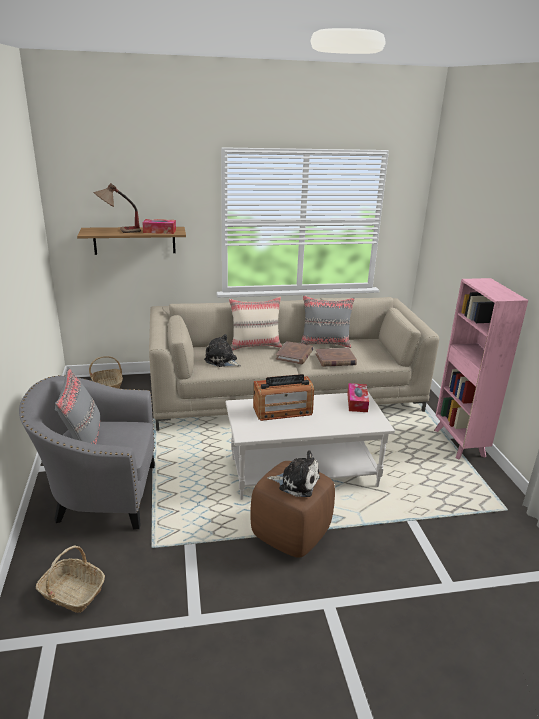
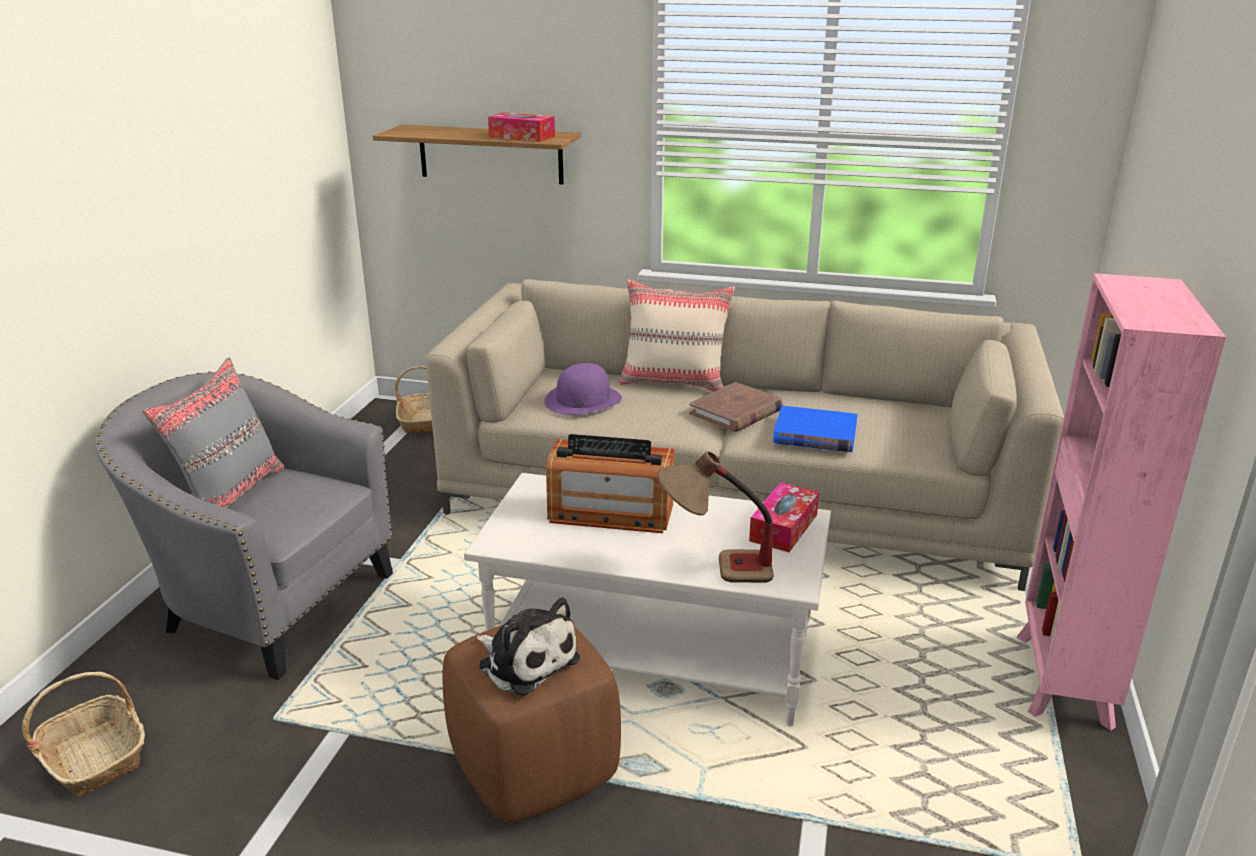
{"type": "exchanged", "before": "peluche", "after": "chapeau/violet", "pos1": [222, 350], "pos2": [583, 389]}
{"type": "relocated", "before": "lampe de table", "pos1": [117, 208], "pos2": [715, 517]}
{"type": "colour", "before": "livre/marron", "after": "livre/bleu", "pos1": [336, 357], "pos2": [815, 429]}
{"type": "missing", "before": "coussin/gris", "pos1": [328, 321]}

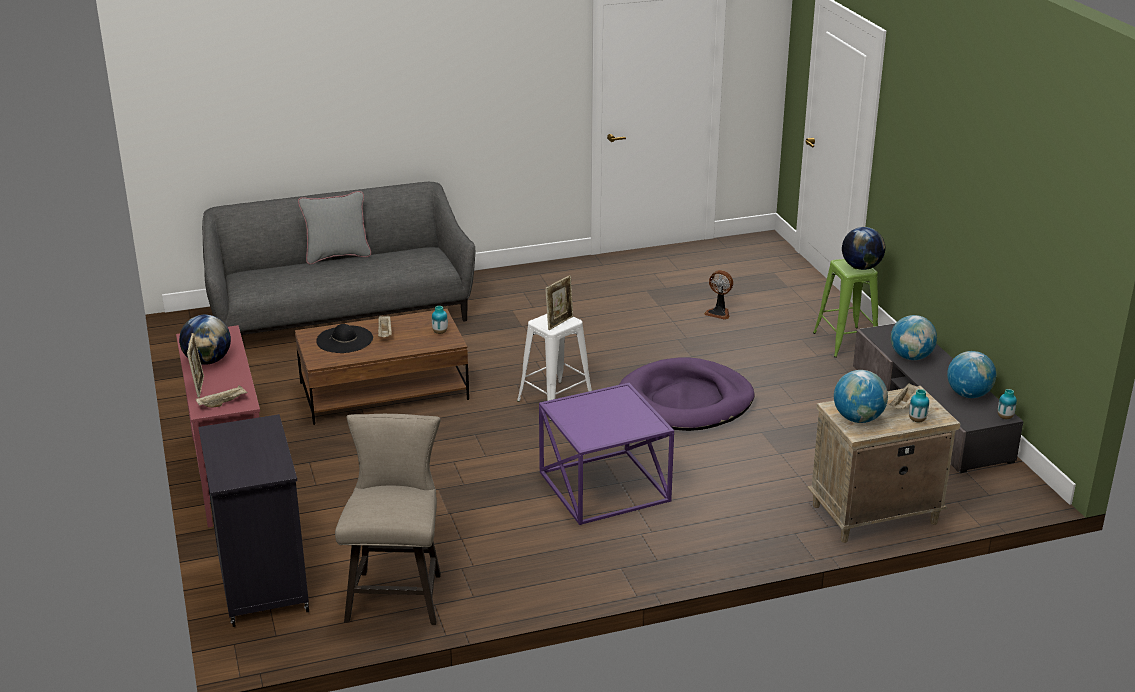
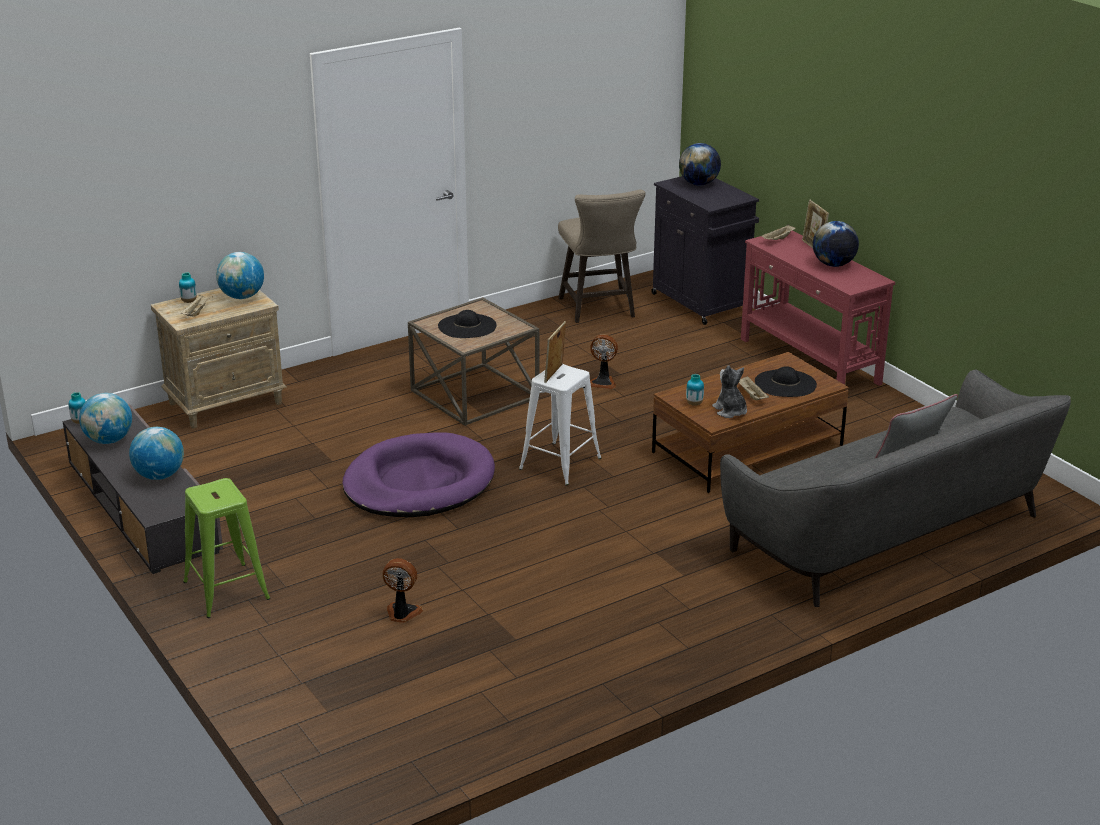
{"type": "colour", "before": "table d'appoint/violet", "after": "table d'appoint/marron", "pos1": [606, 454], "pos2": [474, 361]}
{"type": "appeared", "after": "chapeau/noir", "pos2": [467, 324]}
{"type": "appeared", "after": "ventilateur", "pos2": [604, 361]}
{"type": "relocated", "before": "globe", "pos1": [863, 248], "pos2": [700, 164]}
{"type": "appeared", "after": "peluche", "pos2": [729, 391]}

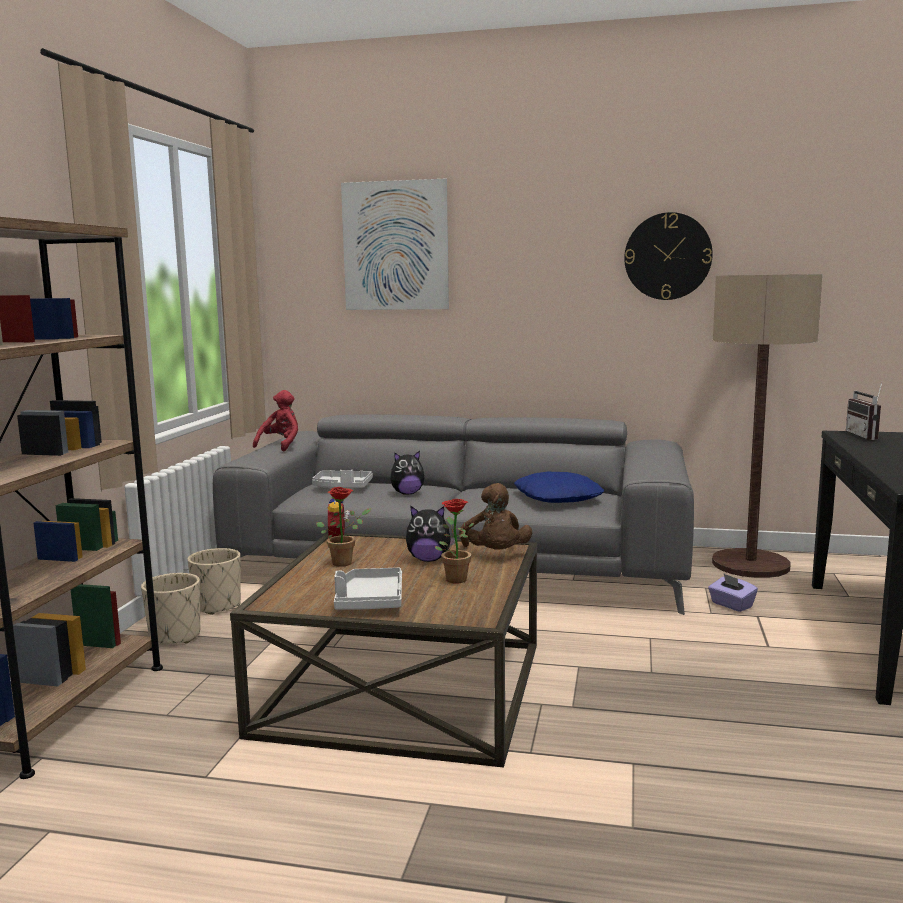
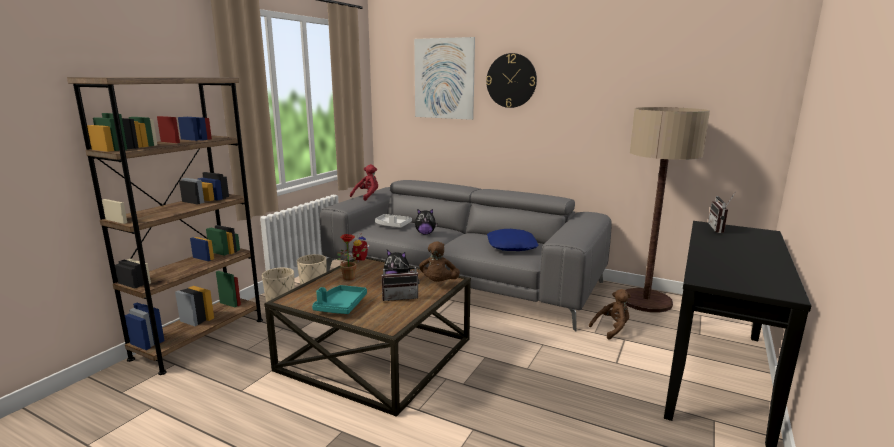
{"type": "colour", "before": "plateau/gris", "after": "plateau/turquoise", "pos1": [368, 589], "pos2": [339, 299]}
{"type": "exchanged", "before": "plante en pot", "after": "radio", "pos1": [454, 541], "pos2": [400, 278]}
{"type": "relocated", "before": "horloge murale", "pos1": [668, 256], "pos2": [511, 80]}
{"type": "exchanged", "before": "boîte à mouchoirs/violet", "after": "peluche/marron", "pos1": [733, 592], "pos2": [610, 314]}

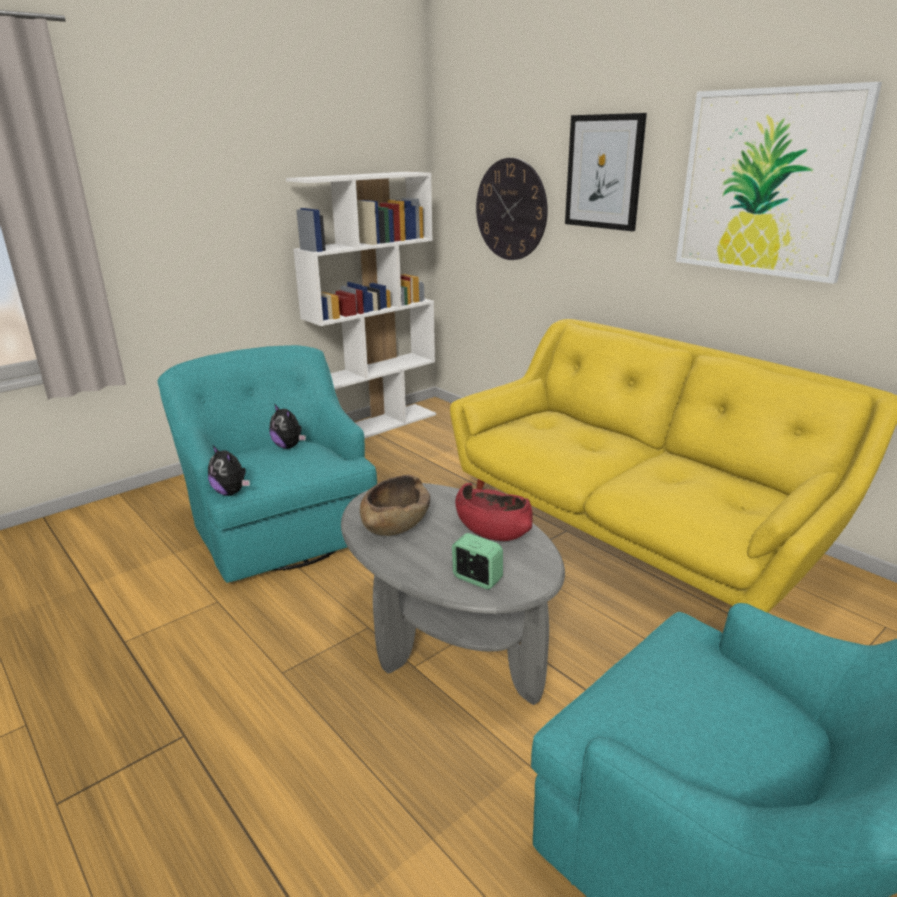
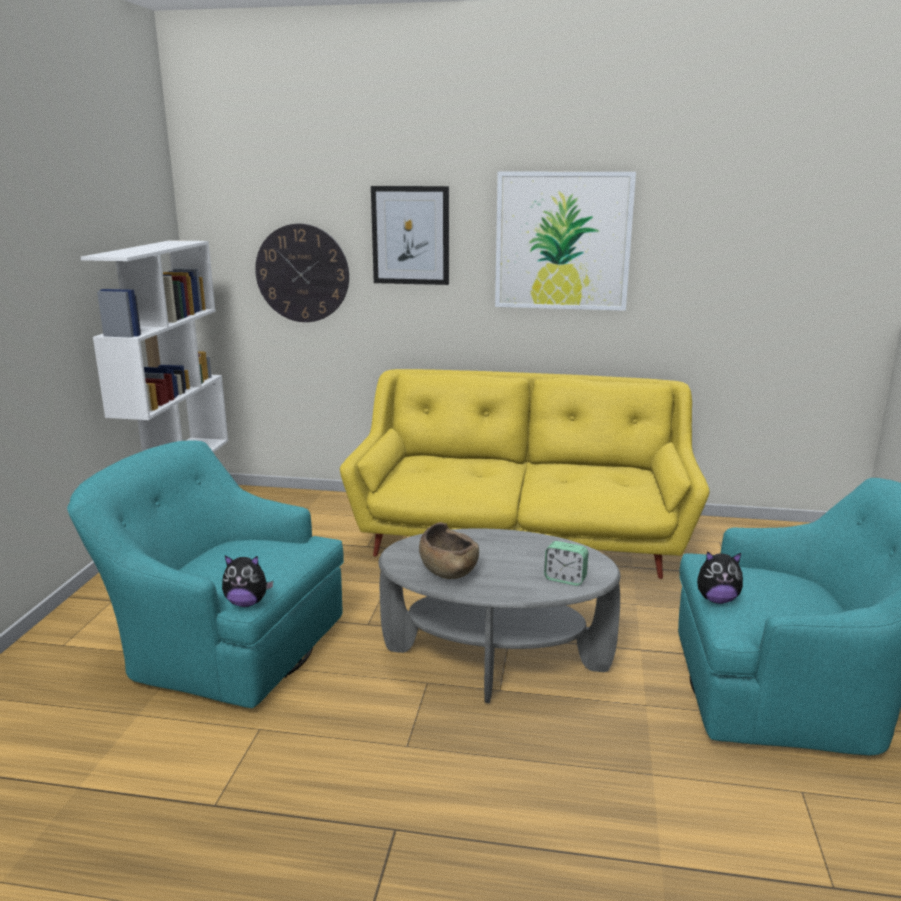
{"type": "spun", "before": "réveil", "pos1": [477, 561], "pos2": [566, 563], "turn": -150}
{"type": "relocated", "before": "peluche", "pos1": [288, 426], "pos2": [720, 577]}
{"type": "missing", "before": "bol/rouge", "pos1": [494, 512]}

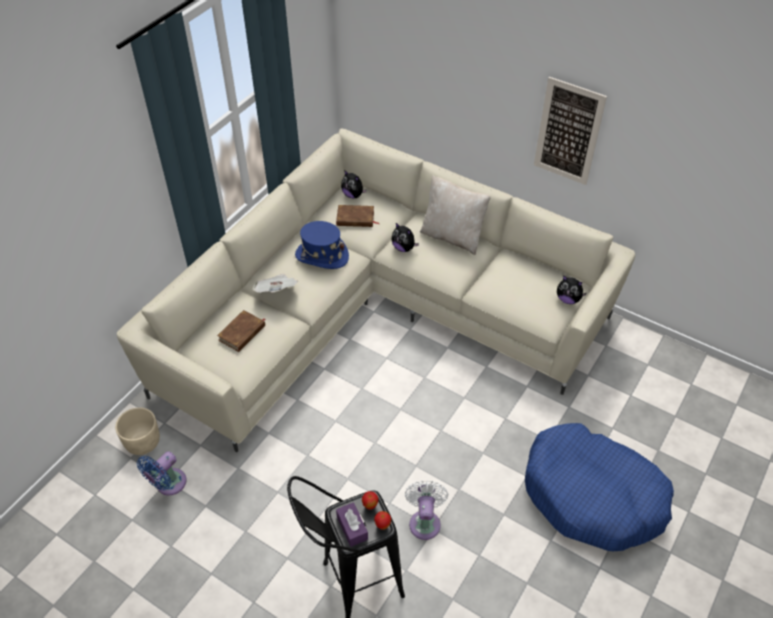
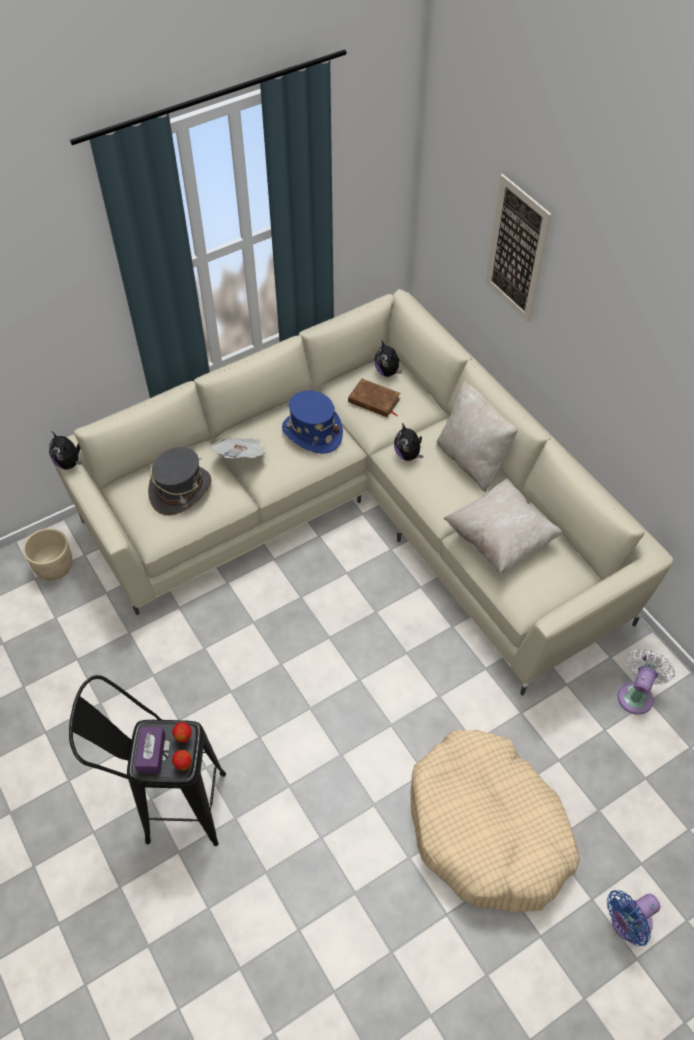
{"type": "relocated", "before": "peluche", "pos1": [571, 289], "pos2": [66, 450]}
{"type": "exchanged", "before": "livre/marron", "after": "chapeau/gris", "pos1": [241, 331], "pos2": [180, 481]}
{"type": "colour", "before": "panier pour chien/bleu", "after": "panier pour chien/beige", "pos1": [599, 487], "pos2": [495, 821]}
{"type": "appeared", "after": "coussin/beige", "pos2": [503, 527]}
{"type": "relocated", "before": "tableau", "pos1": [570, 131], "pos2": [518, 248]}
{"type": "relocated", "before": "ventilateur/bleu", "pos1": [162, 473], "pos2": [634, 918]}
{"type": "relocated", "before": "ventilateur/blanc", "pos1": [426, 510], "pos2": [646, 682]}

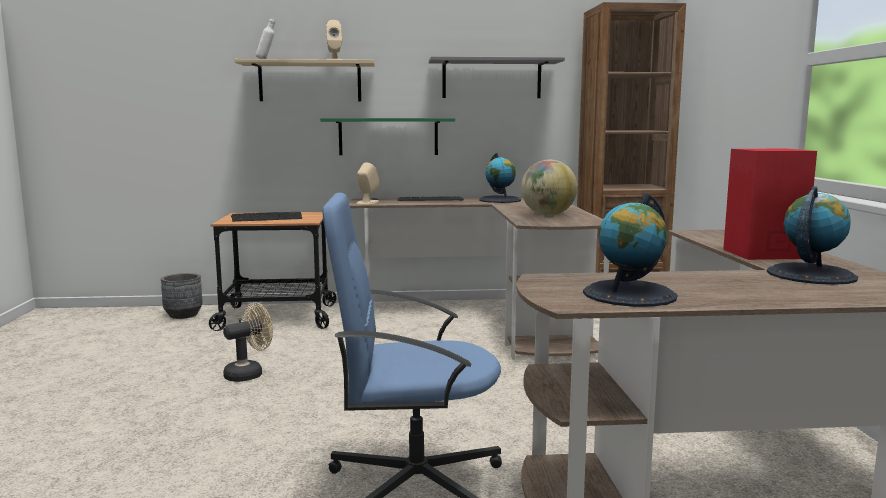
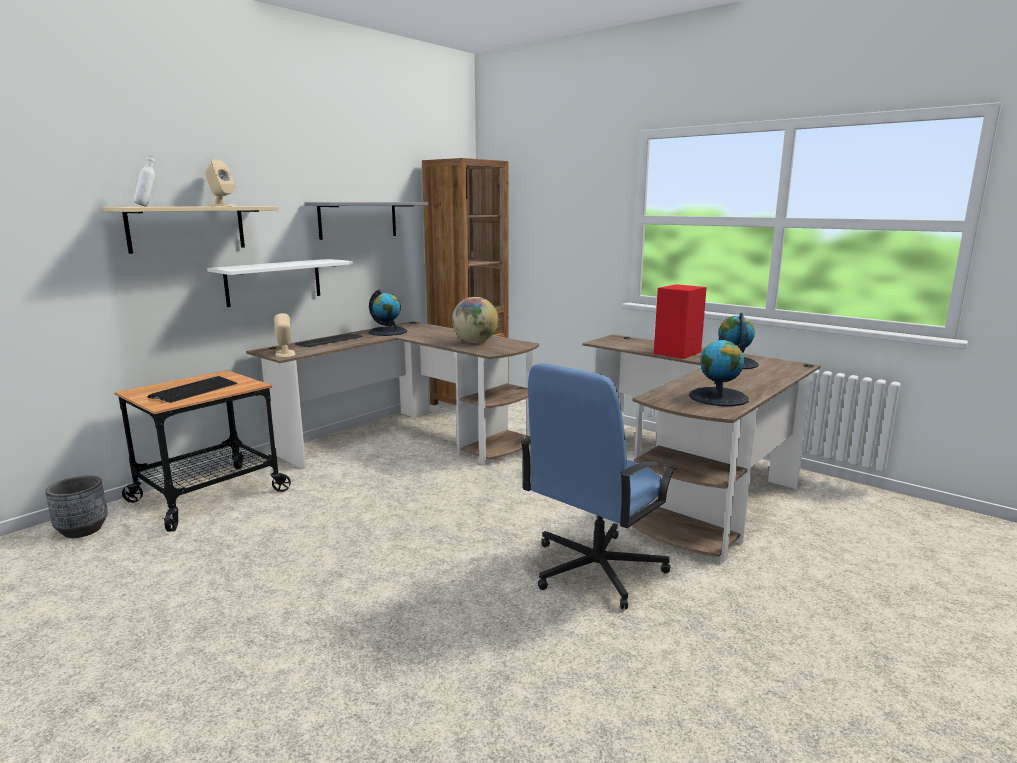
{"type": "colour", "before": "étagère/vert", "after": "étagère/blanc", "pos1": [387, 136], "pos2": [280, 283]}
{"type": "missing", "before": "ventilateur/beige", "pos1": [248, 342]}

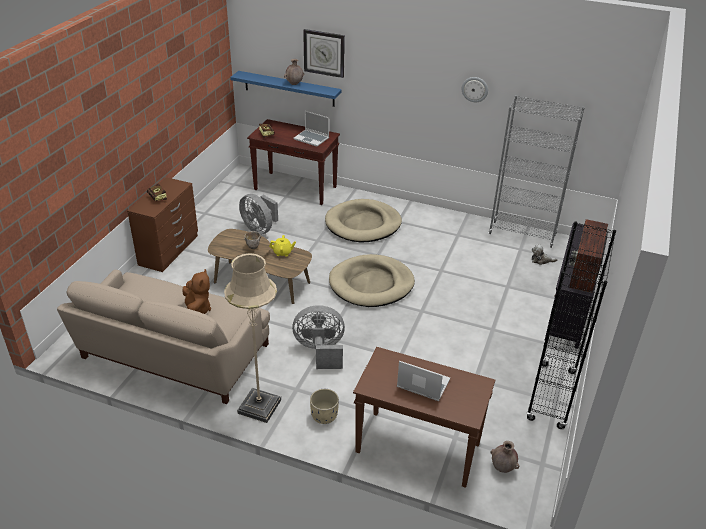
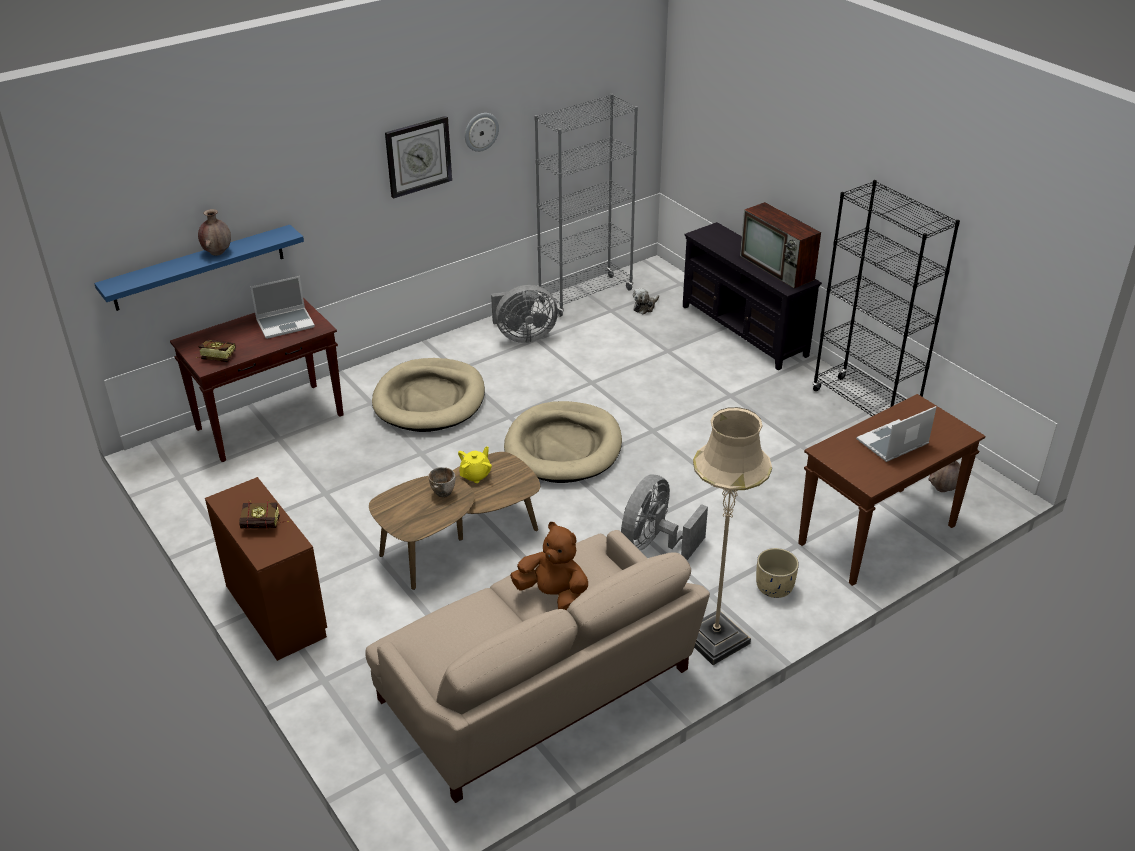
{"type": "relocated", "before": "horloge murale", "pos1": [324, 53], "pos2": [418, 157]}
{"type": "relocated", "before": "ventilateur/gris", "pos1": [258, 214], "pos2": [524, 314]}

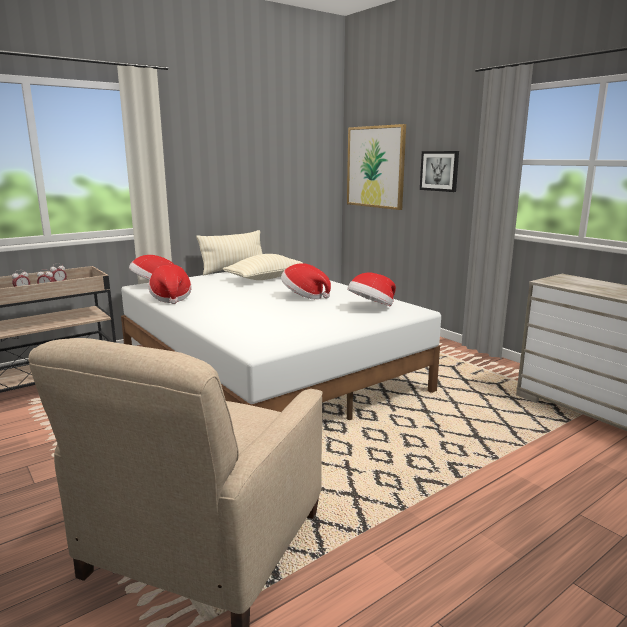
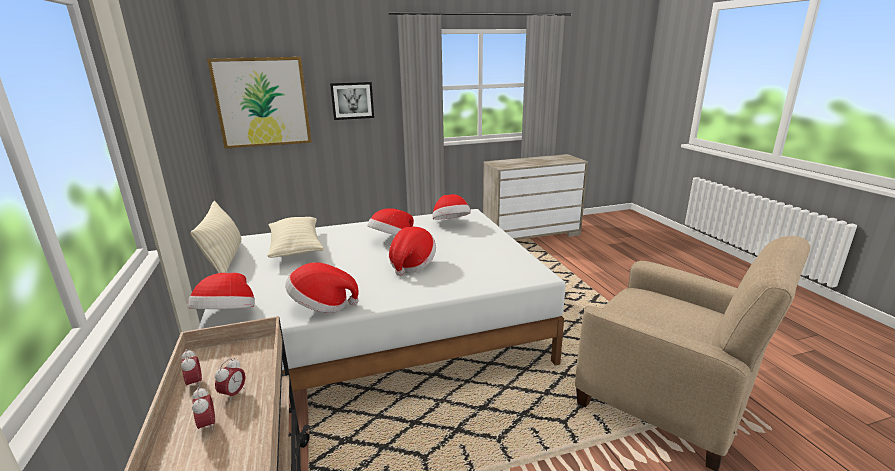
{"type": "appeared", "after": "chapeau", "pos2": [412, 251]}

